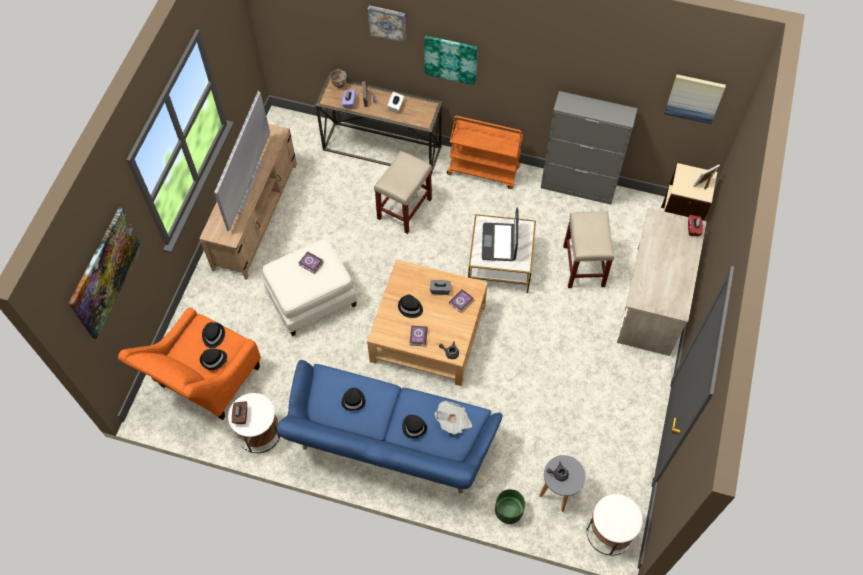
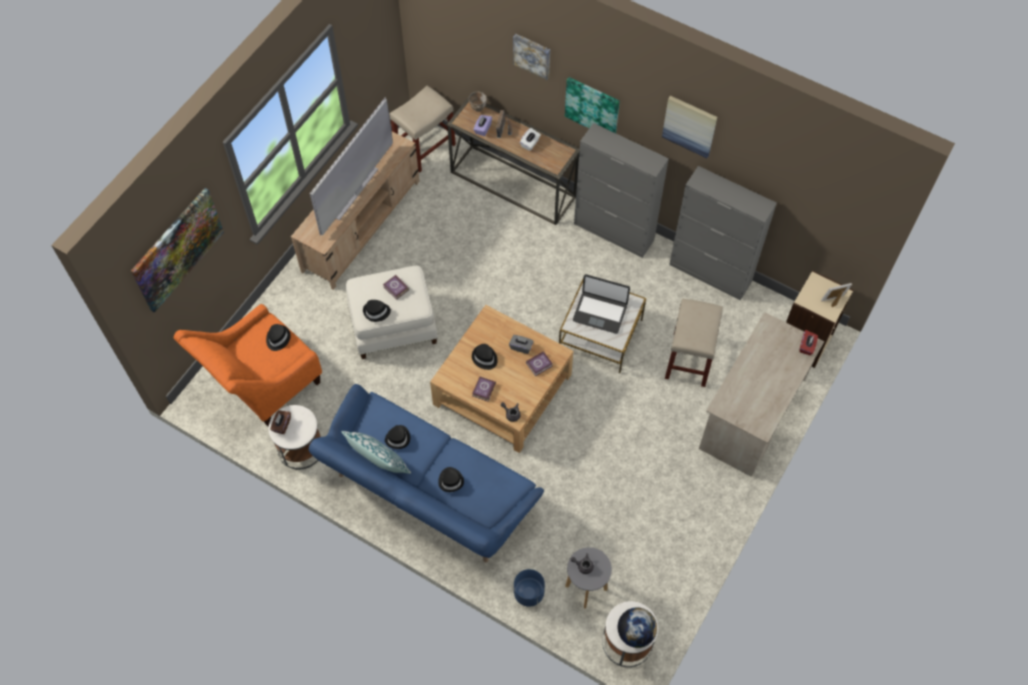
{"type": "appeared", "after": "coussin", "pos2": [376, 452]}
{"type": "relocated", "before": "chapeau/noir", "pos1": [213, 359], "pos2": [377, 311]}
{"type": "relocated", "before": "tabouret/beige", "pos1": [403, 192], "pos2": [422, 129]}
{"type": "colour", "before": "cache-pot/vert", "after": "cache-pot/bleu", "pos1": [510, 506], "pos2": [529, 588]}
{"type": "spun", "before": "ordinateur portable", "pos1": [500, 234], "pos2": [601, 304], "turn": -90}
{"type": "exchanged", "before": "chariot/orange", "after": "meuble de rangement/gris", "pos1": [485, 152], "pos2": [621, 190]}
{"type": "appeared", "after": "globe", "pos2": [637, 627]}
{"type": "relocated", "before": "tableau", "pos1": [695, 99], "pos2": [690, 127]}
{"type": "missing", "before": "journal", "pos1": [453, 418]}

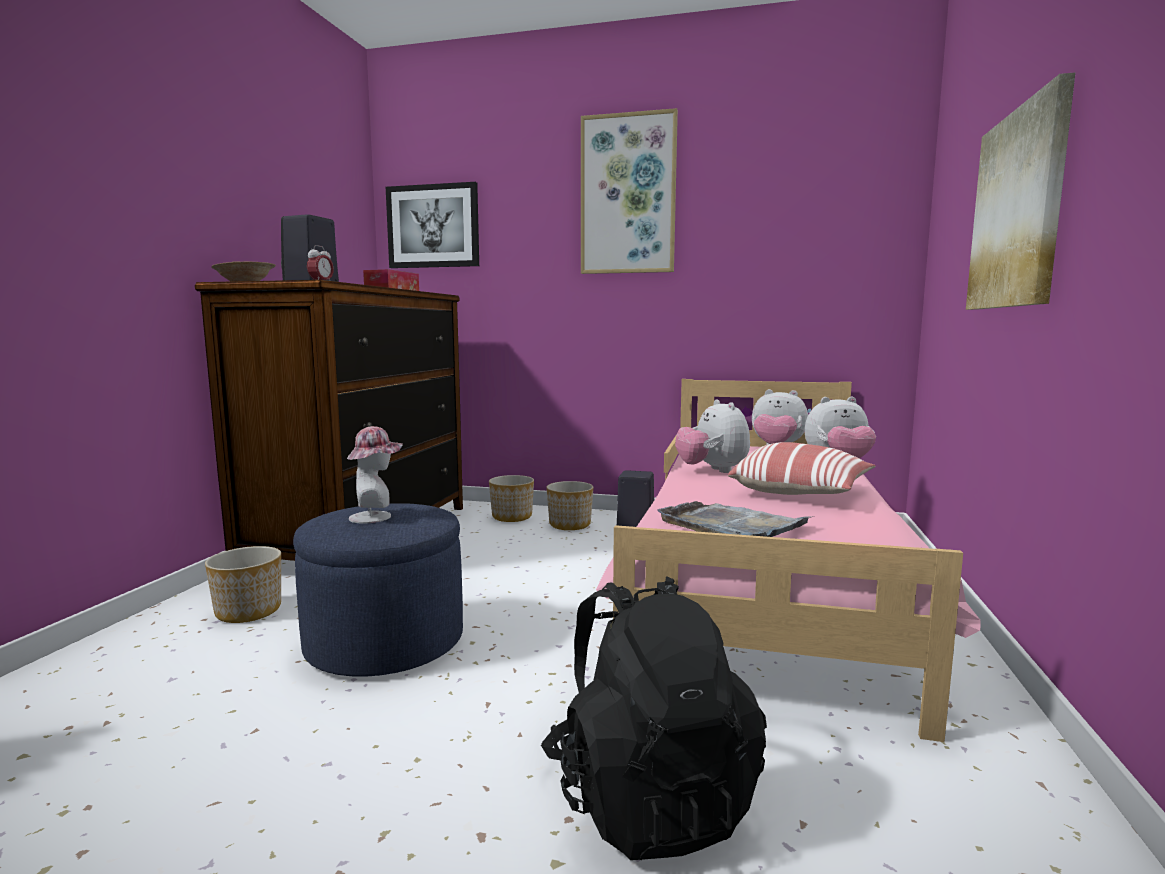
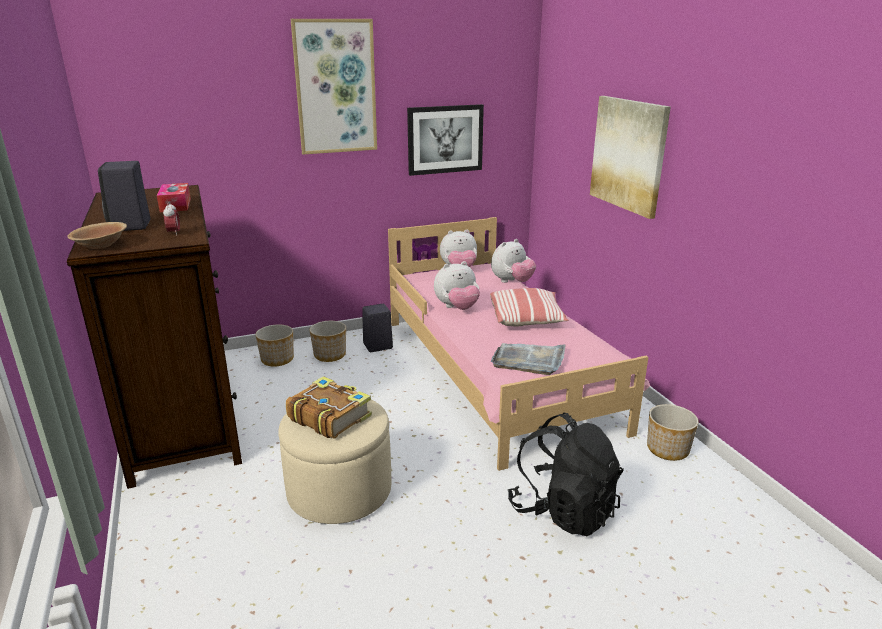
{"type": "colour", "before": "pouf/bleu", "after": "pouf/beige", "pos1": [378, 590], "pos2": [334, 462]}
{"type": "exchanged", "before": "chapeau", "after": "livre", "pos1": [375, 474], "pos2": [329, 407]}
{"type": "relocated", "before": "tableau", "pos1": [432, 225], "pos2": [445, 140]}
{"type": "spun", "before": "peluche", "pos1": [712, 436], "pos2": [457, 285], "turn": -60}
{"type": "relocated", "before": "cache-pot", "pos1": [243, 584], "pos2": [673, 432]}

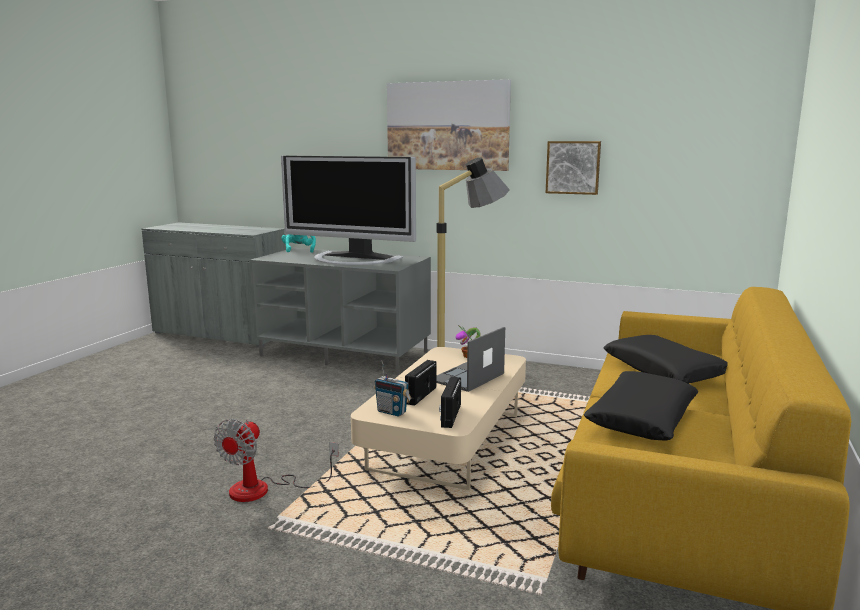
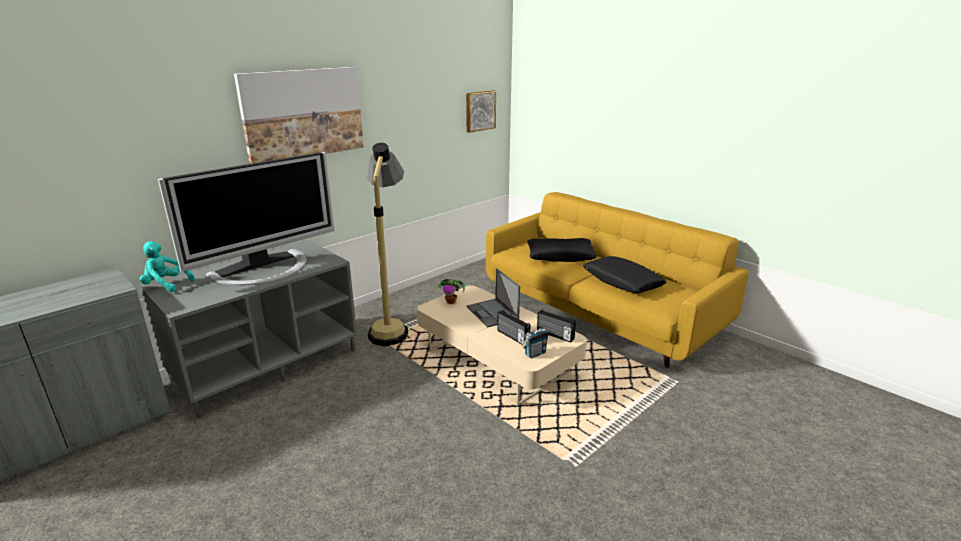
{"type": "relocated", "before": "tableau", "pos1": [573, 168], "pos2": [481, 112]}
{"type": "missing", "before": "ventilateur", "pos1": [276, 460]}

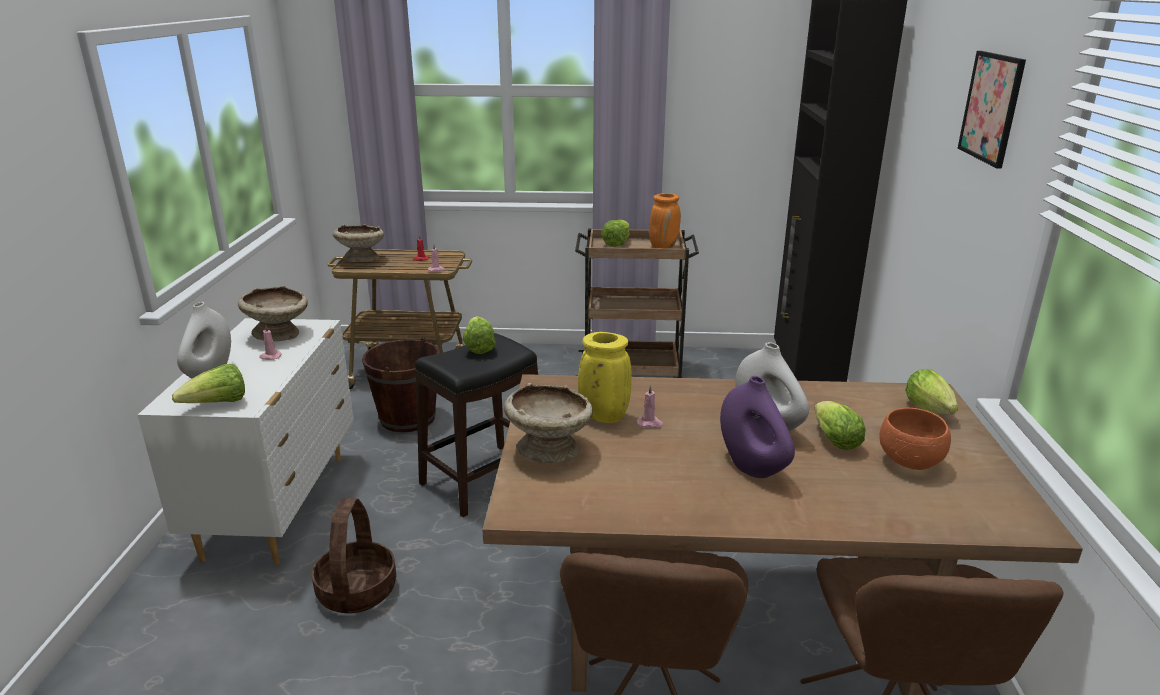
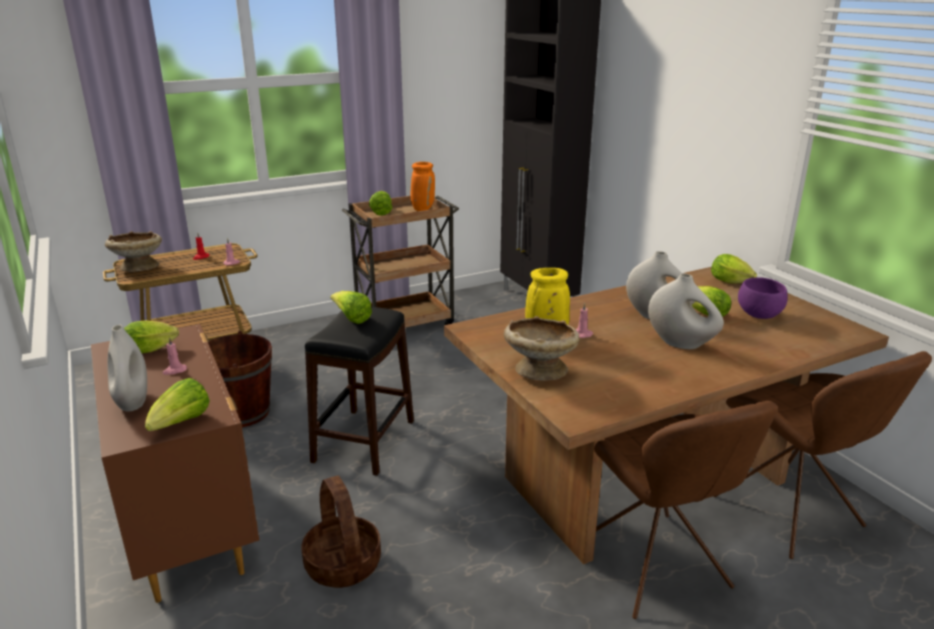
{"type": "colour", "before": "commode/blanc", "after": "commode/marron", "pos1": [246, 441], "pos2": [175, 463]}
{"type": "exchanged", "before": "bol/beige", "after": "laitue", "pos1": [273, 313], "pos2": [151, 337]}
{"type": "colour", "before": "vase/violet", "after": "vase/blanc", "pos1": [757, 427], "pos2": [686, 311]}
{"type": "colour", "before": "bol/orange", "after": "bol/violet", "pos1": [915, 439], "pos2": [763, 298]}
{"type": "missing", "before": "tableau", "pos1": [991, 110]}

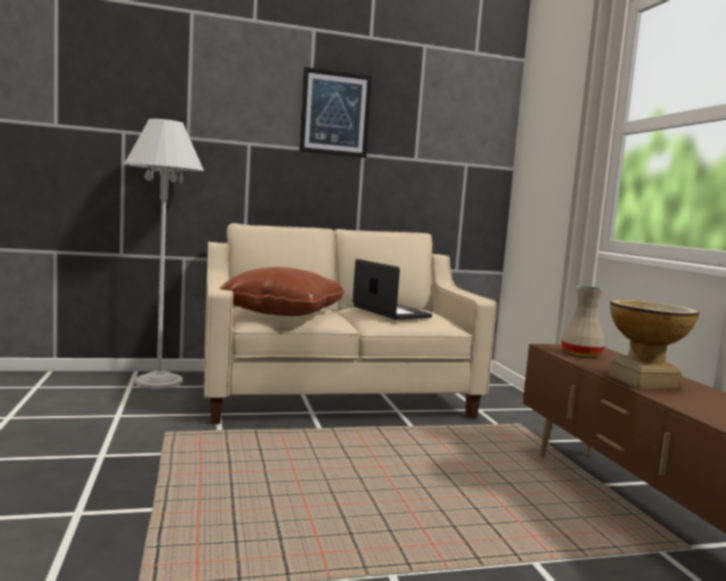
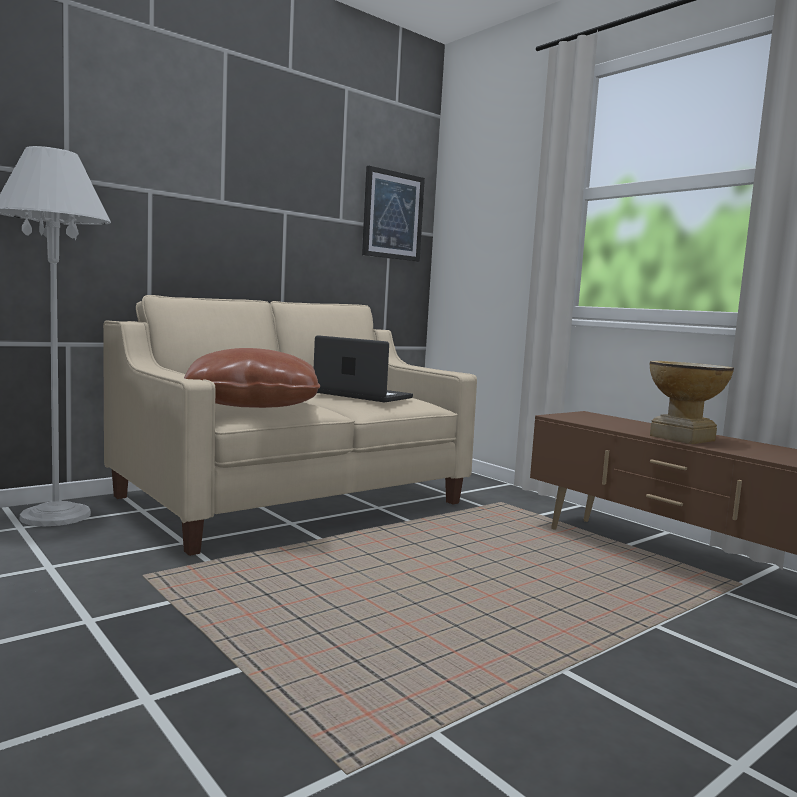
{"type": "relocated", "before": "tableau", "pos1": [335, 112], "pos2": [393, 214]}
{"type": "missing", "before": "vase/beige", "pos1": [583, 321]}

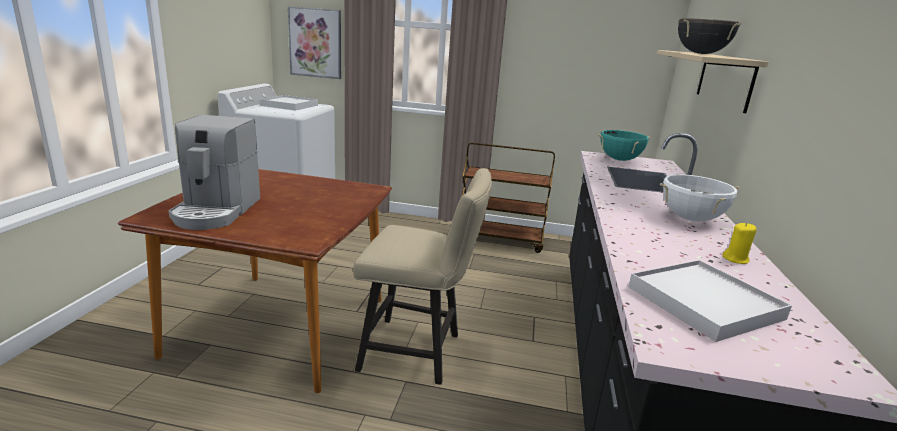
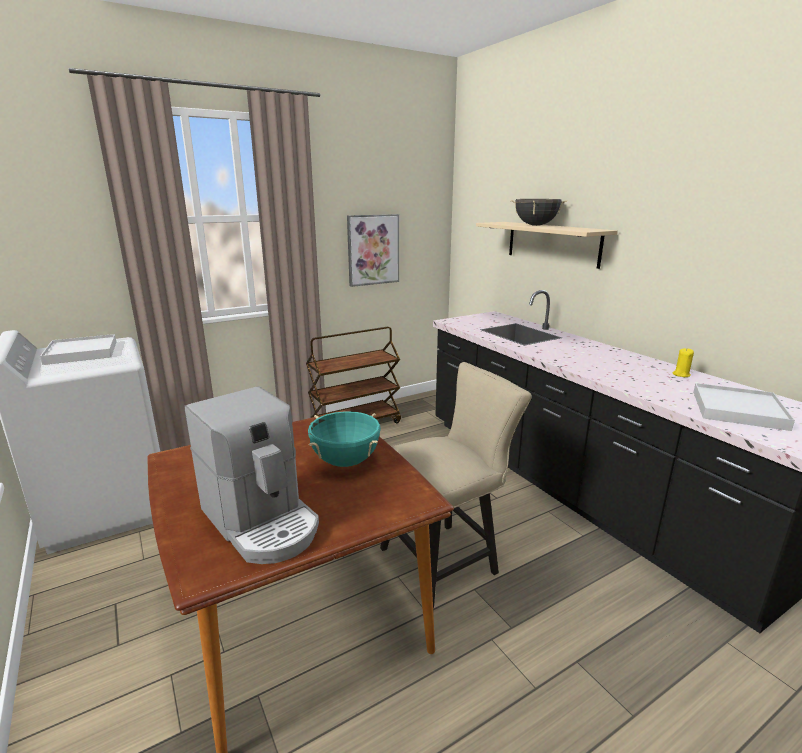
{"type": "relocated", "before": "marmite/turquoise", "pos1": [624, 145], "pos2": [344, 439]}
{"type": "relocated", "before": "tableau", "pos1": [314, 42], "pos2": [373, 250]}
{"type": "missing", "before": "marmite/blanc", "pos1": [699, 197]}

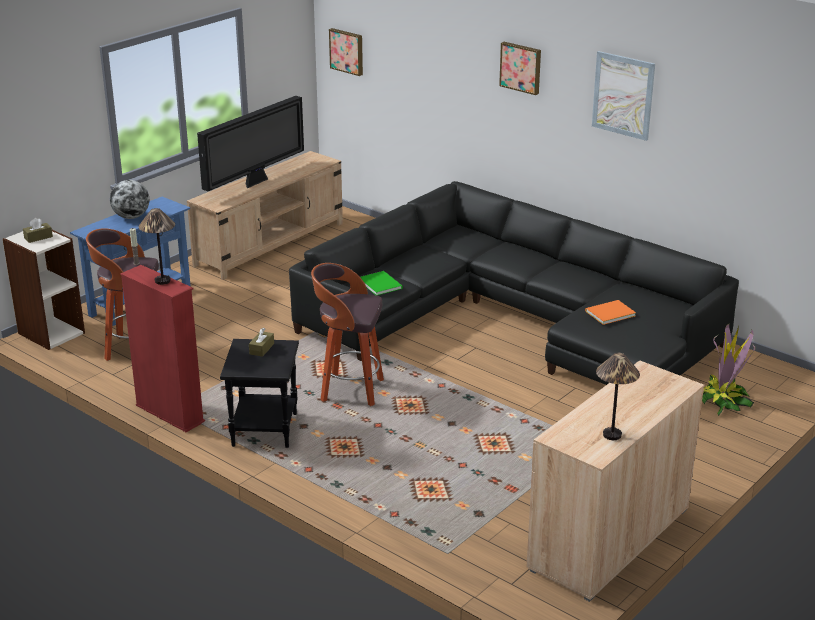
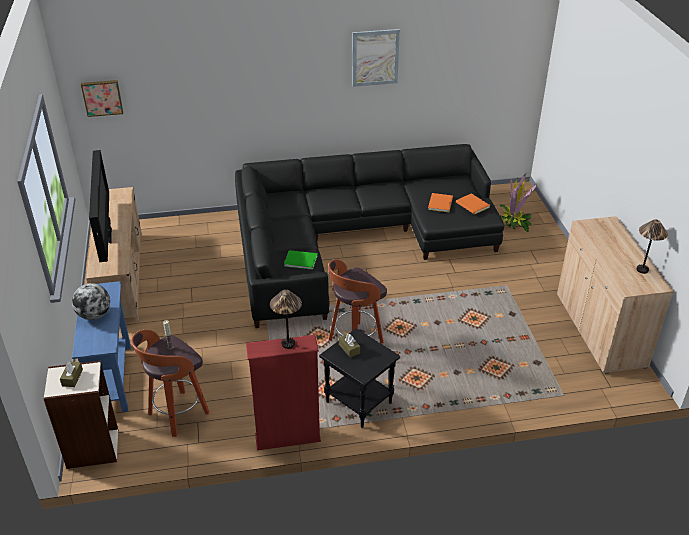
{"type": "appeared", "after": "livre/orange", "pos2": [473, 204]}
{"type": "missing", "before": "tableau", "pos1": [520, 68]}

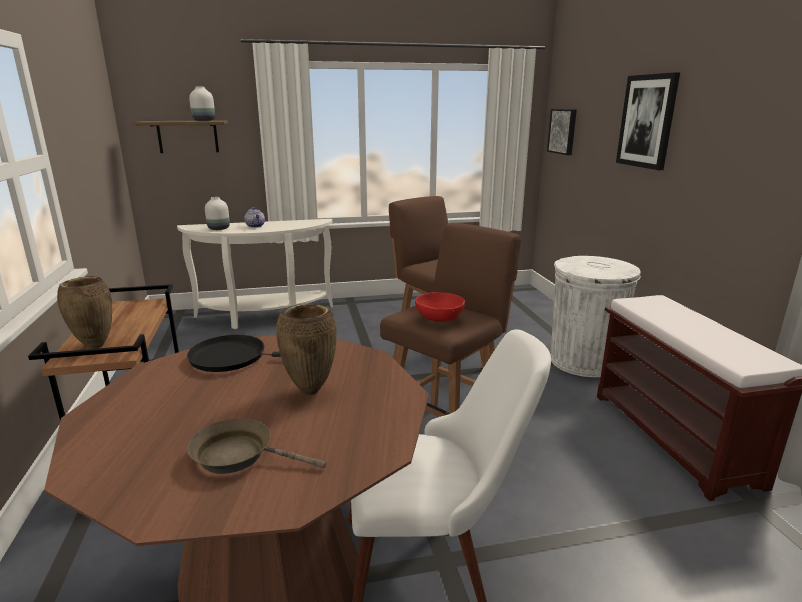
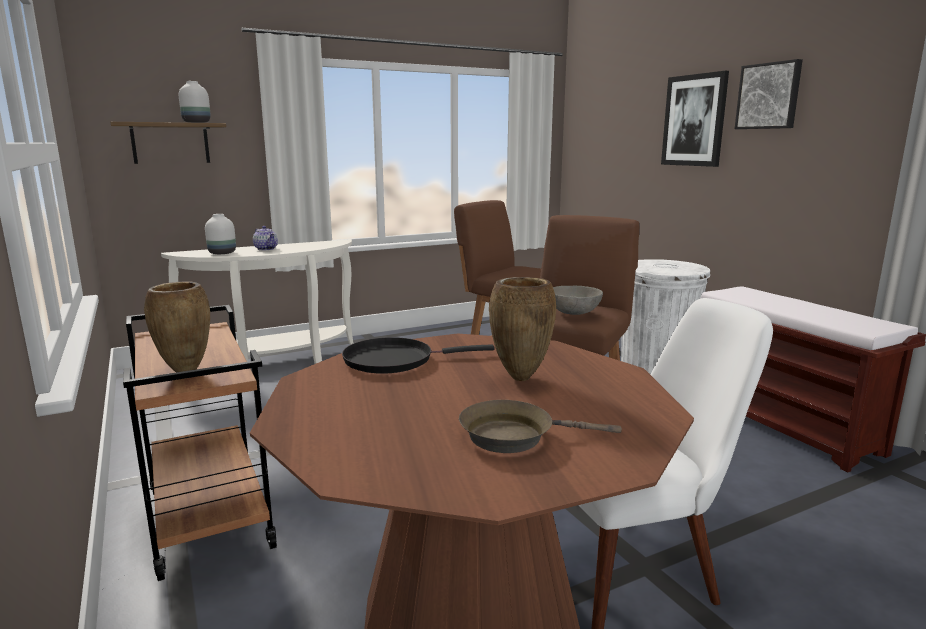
{"type": "colour", "before": "bol/rouge", "after": "bol/gris", "pos1": [440, 307], "pos2": [578, 300]}
{"type": "relocated", "before": "tableau", "pos1": [562, 132], "pos2": [769, 94]}

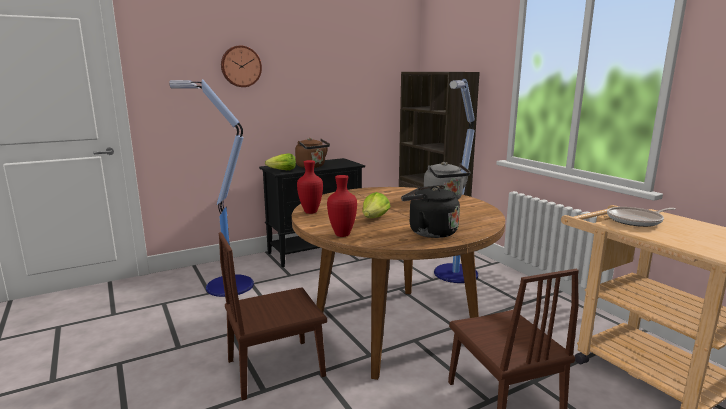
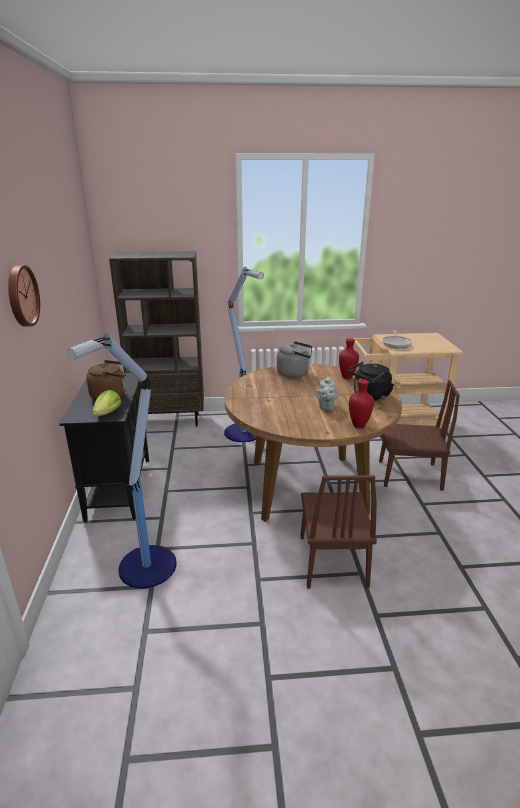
{"type": "exchanged", "before": "laitue", "after": "théière/gris", "pos1": [377, 205], "pos2": [327, 393]}
{"type": "relocated", "before": "vase/rouge", "pos1": [310, 187], "pos2": [349, 358]}

